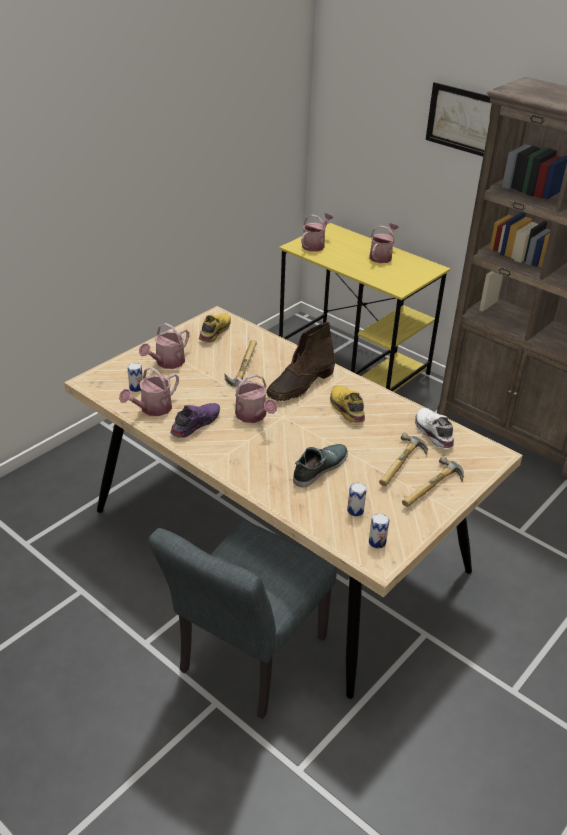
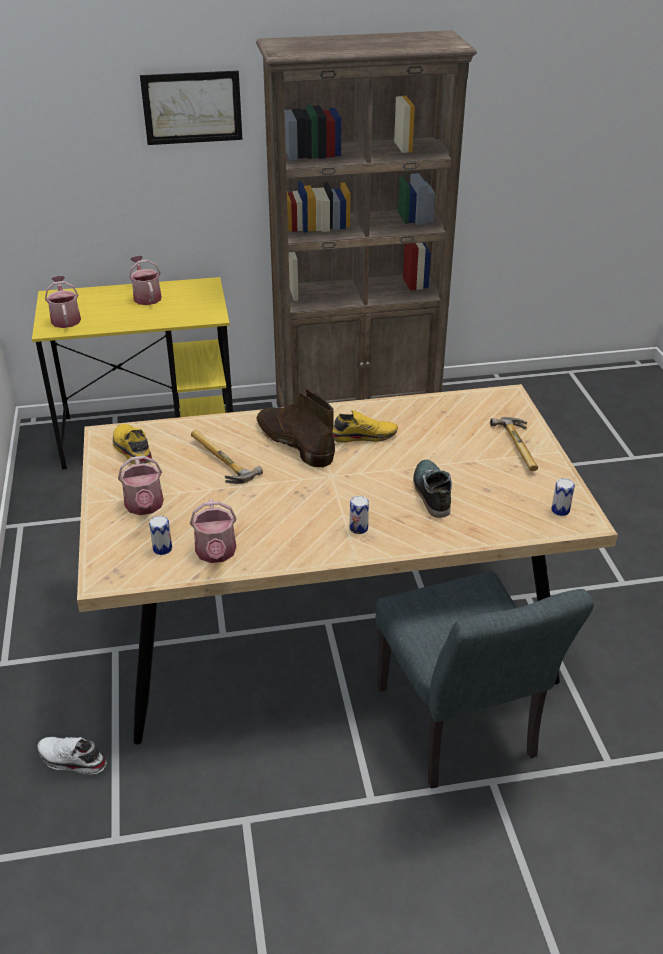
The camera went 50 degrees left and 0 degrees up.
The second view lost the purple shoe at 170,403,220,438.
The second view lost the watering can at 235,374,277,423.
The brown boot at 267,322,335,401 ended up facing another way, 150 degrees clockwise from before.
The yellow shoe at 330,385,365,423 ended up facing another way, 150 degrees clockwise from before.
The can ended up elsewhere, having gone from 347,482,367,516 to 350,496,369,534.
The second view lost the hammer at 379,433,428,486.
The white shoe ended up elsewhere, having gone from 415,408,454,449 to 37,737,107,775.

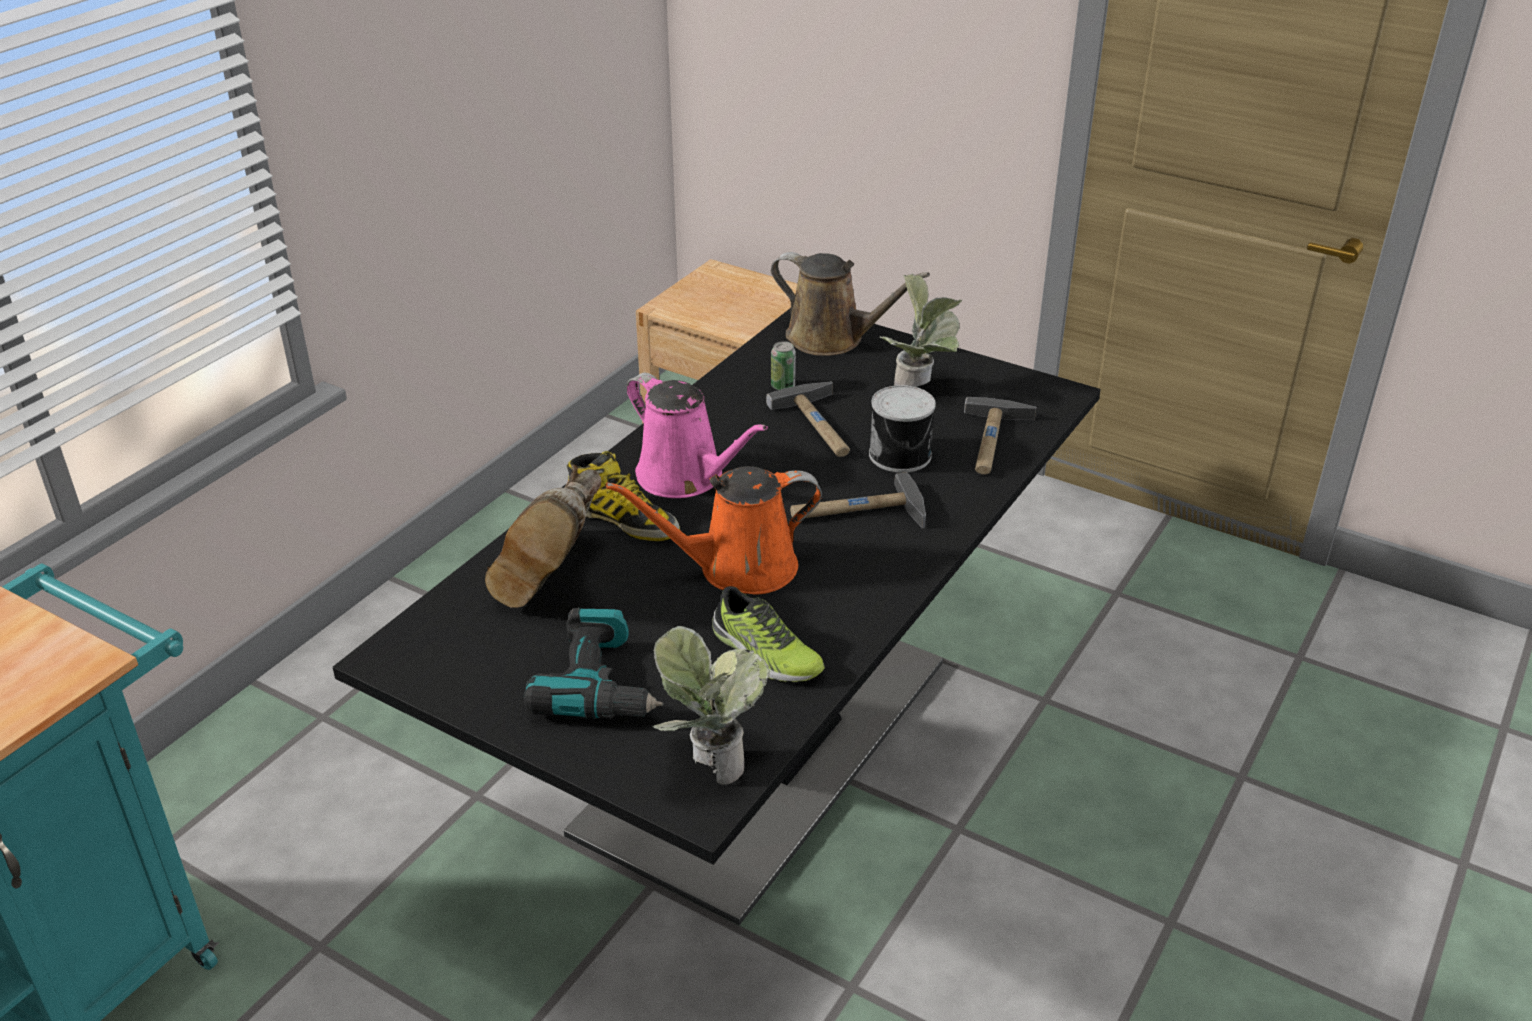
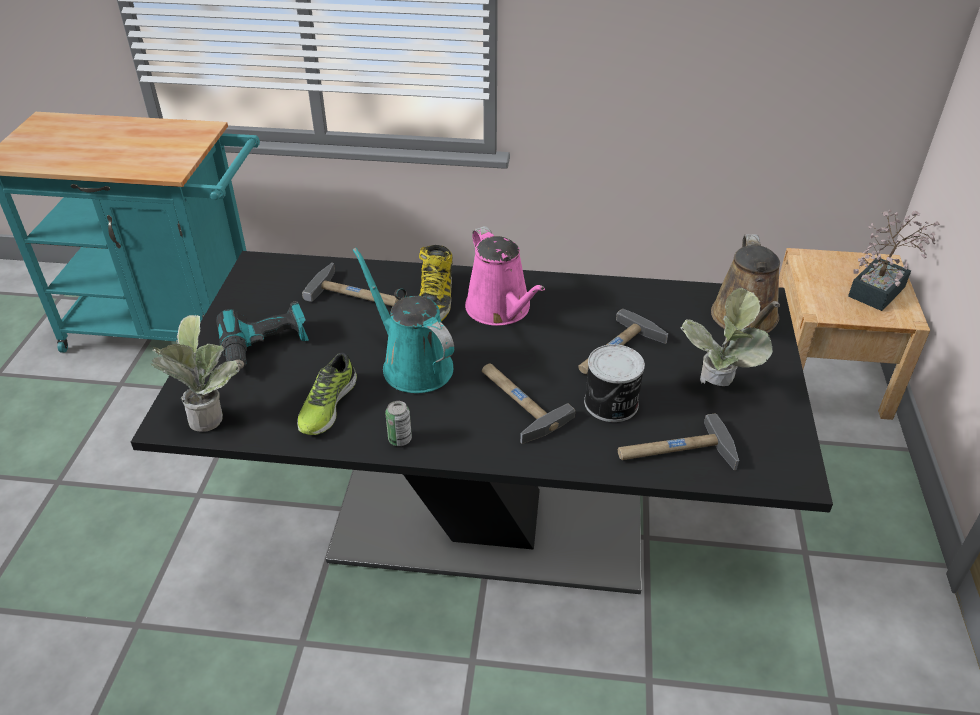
The camera went 65 degrees right and 5 degrees up.
Where the brown boot stood at 485,465,601,608, the hammer came to stand at 302,263,398,306.
What was the orange watering can at 606,466,822,595 turned into the turquoise watering can at 353,248,454,393.
The pink watering can at 627,373,768,498 ended up facing another way, 45 degrees counterclockwise from before.
The can ended up elsewhere, having gone from 771,341,796,390 to 385,401,412,446.
The second view gained the potted plant at 848,209,940,311.

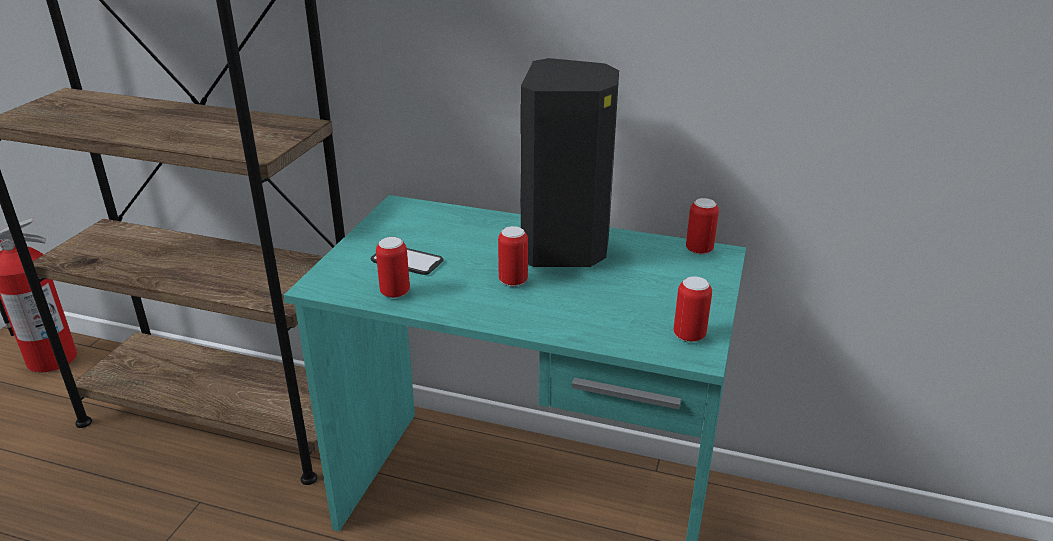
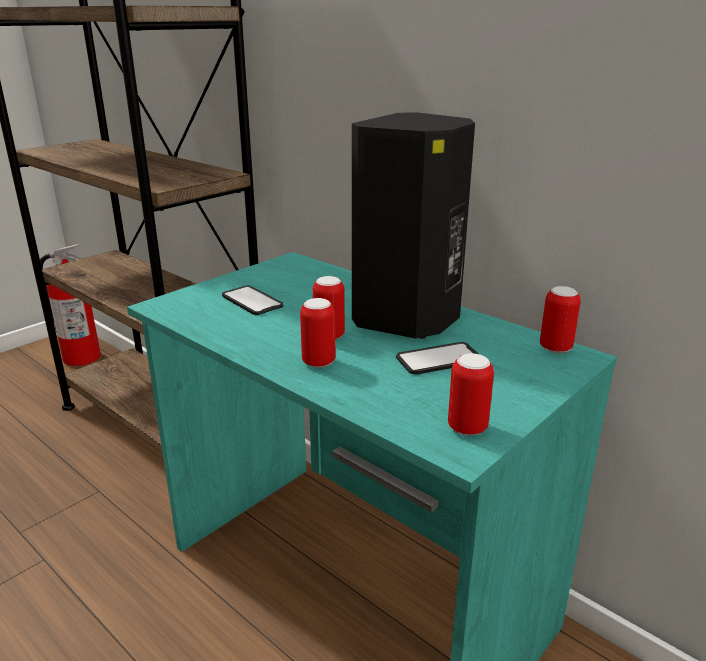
The camera went 25 degrees right and 5 degrees down.
The can ended up elsewhere, having gone from 376,237,410,298 to 300,298,336,368.
The second view gained the phone at 396,342,480,374.

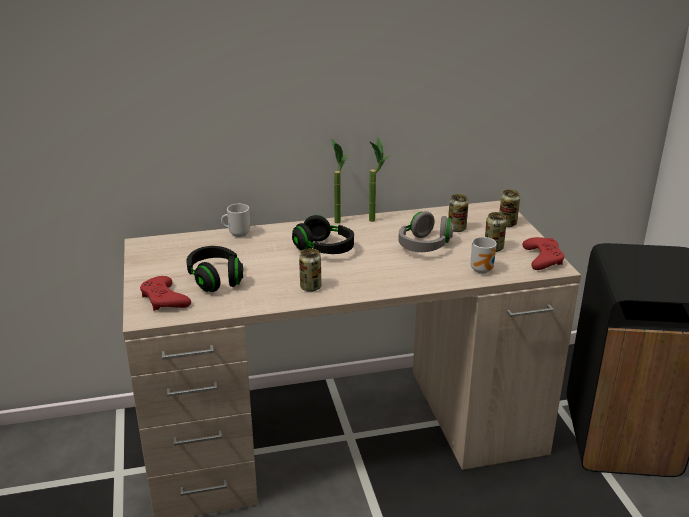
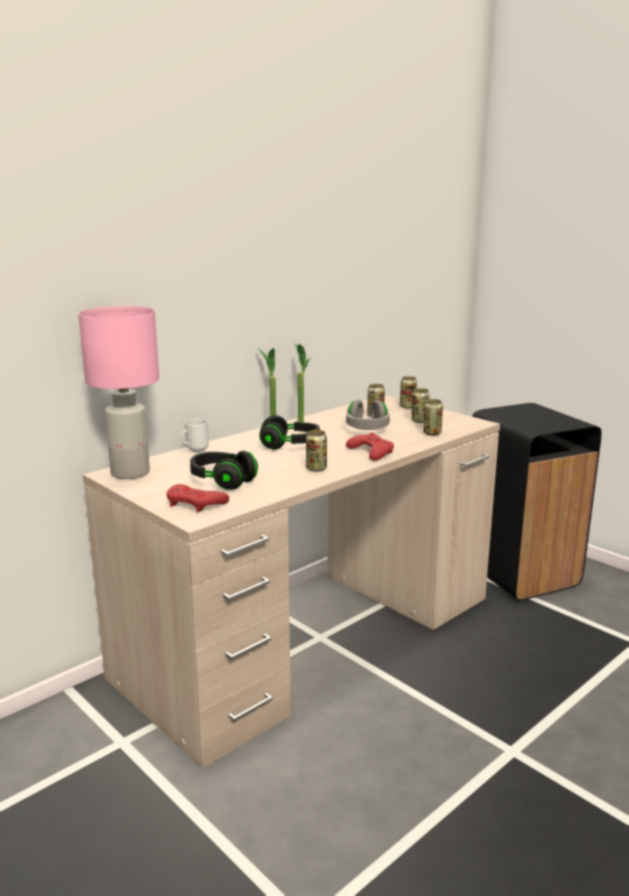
The camera went 30 degrees left and 10 degrees down.
Where the mug stood at 471,237,497,274, the can came to stand at 423,399,443,436.
The red game controller ended up elsewhere, having gone from 522,237,565,270 to 346,433,394,461.
The second view gained the pink table lamp at 78,306,159,479.

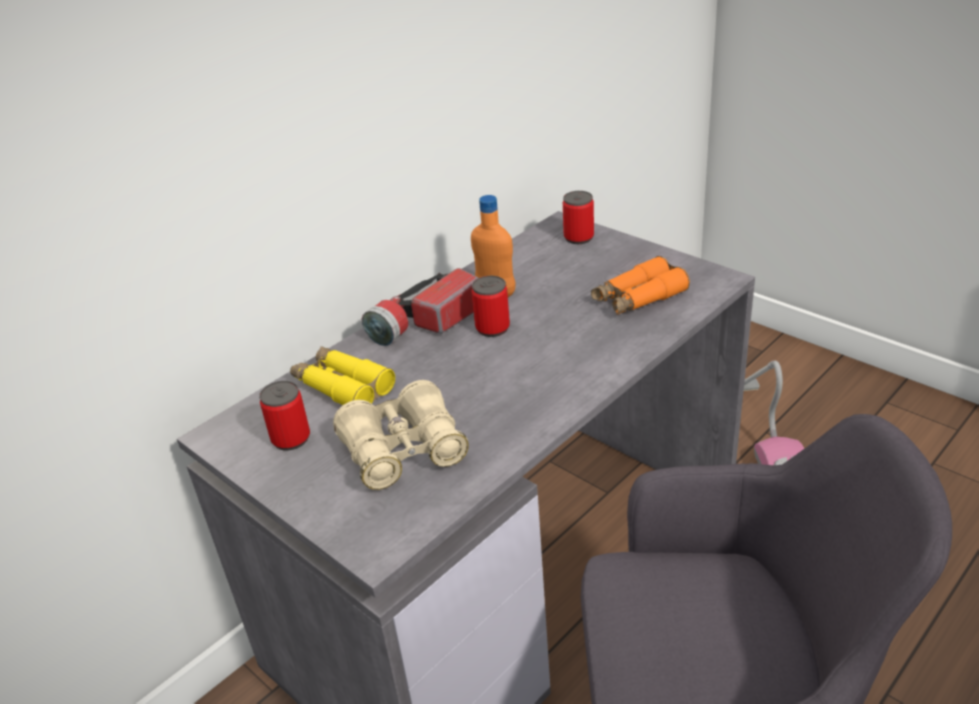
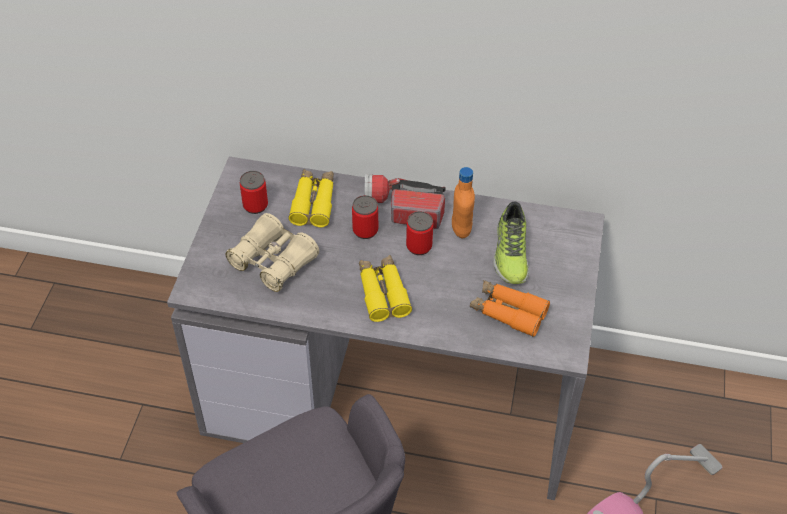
The camera went 55 degrees right and 15 degrees up.
The can ended up elsewhere, having gone from 563,191,594,244 to 352,195,378,239.
The second view gained the yellow binoculars at 359,255,412,322.
The second view gained the shoe at 493,202,529,284.

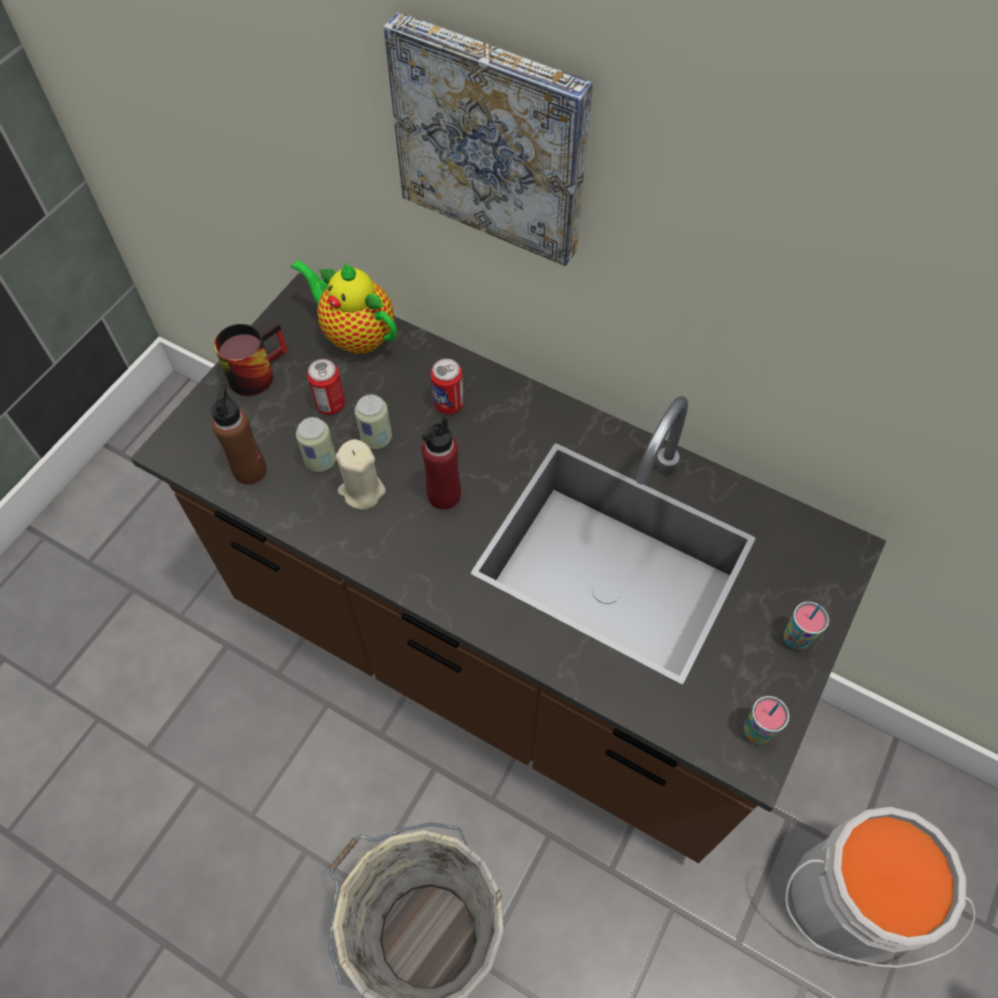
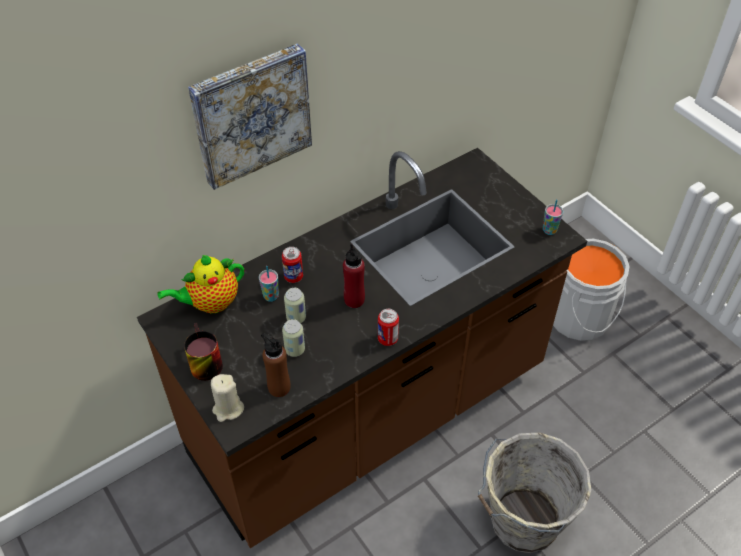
The camera went 65 degrees left and 10 degrees down.
The can ended up elsewhere, having gone from 307,359,345,415 to 378,309,399,346.
The beige candle ended up elsewhere, having gone from 336,439,386,510 to 211,374,244,422.
The cup ended up elsewhere, having gone from 784,602,829,650 to 259,266,279,302.

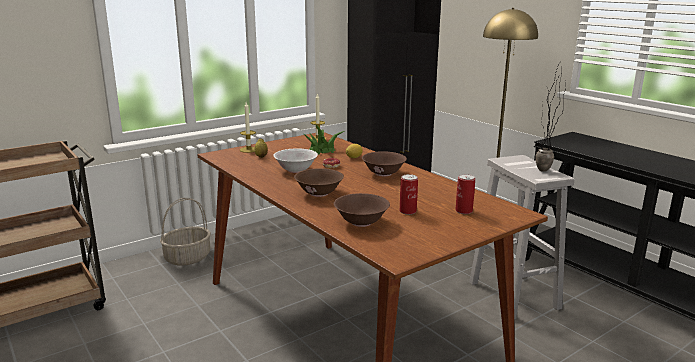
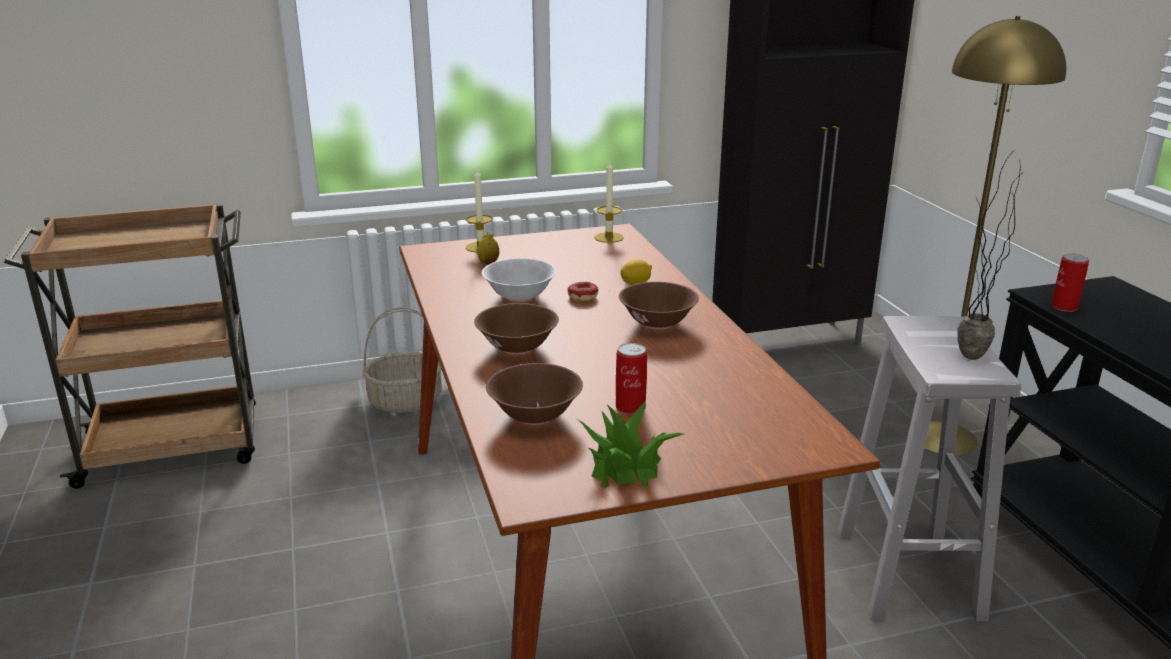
The camera went 20 degrees right and 5 degrees up.
The potted plant ended up elsewhere, having gone from 304,125,345,154 to 578,401,684,488.
The can ended up elsewhere, having gone from 455,174,475,214 to 1052,253,1089,312.

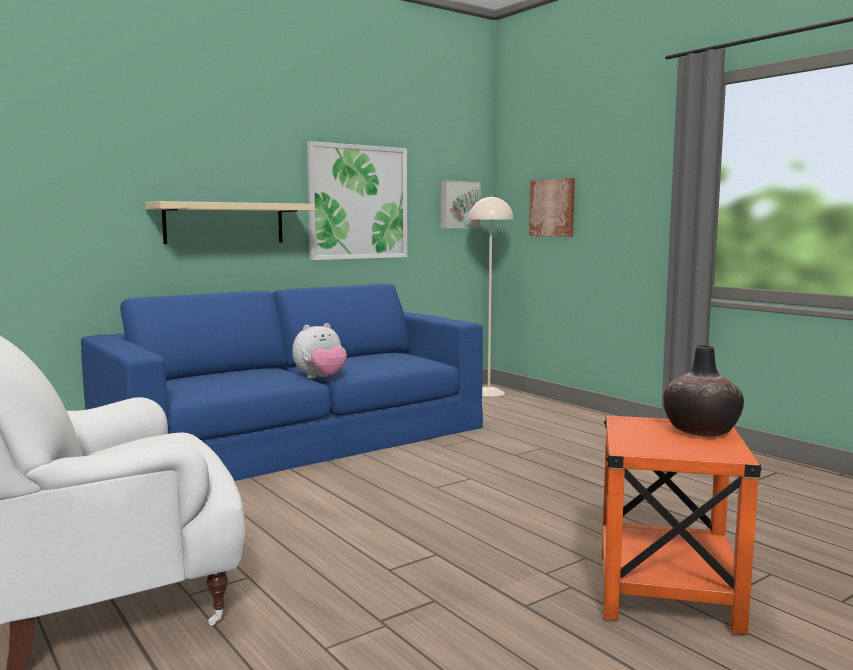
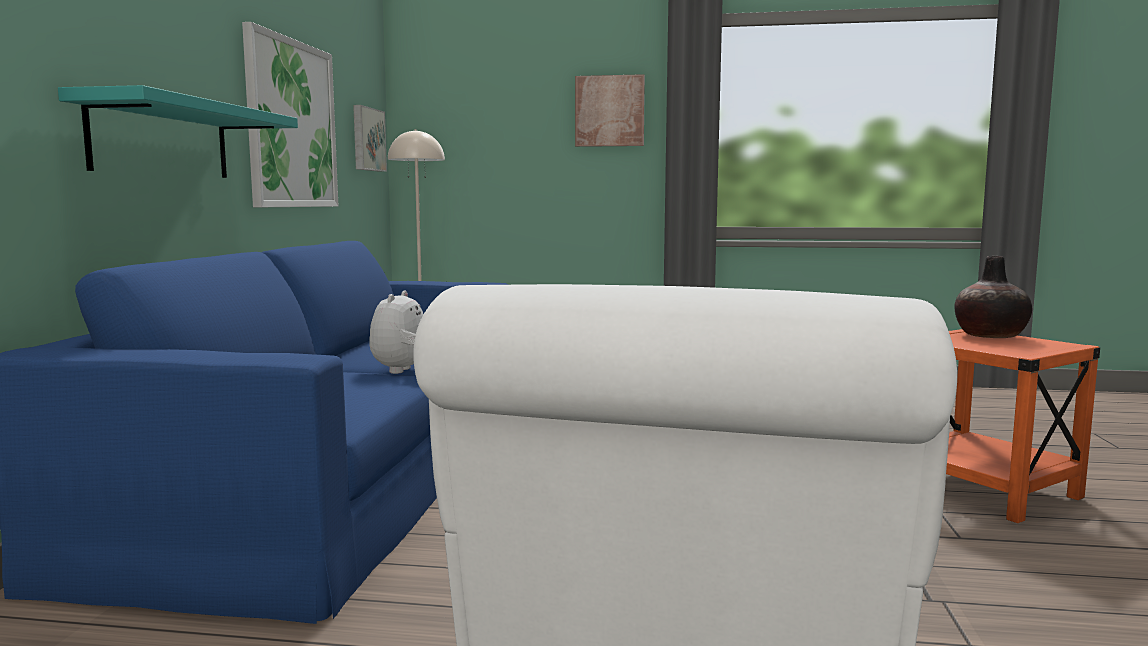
The camera went 45 degrees left and 0 degrees up.
What was the beige shelf at 145,201,314,244 turned into the turquoise shelf at 58,85,298,178.
The picture ended up elsewhere, having gone from 529,178,575,237 to 575,74,645,147.

